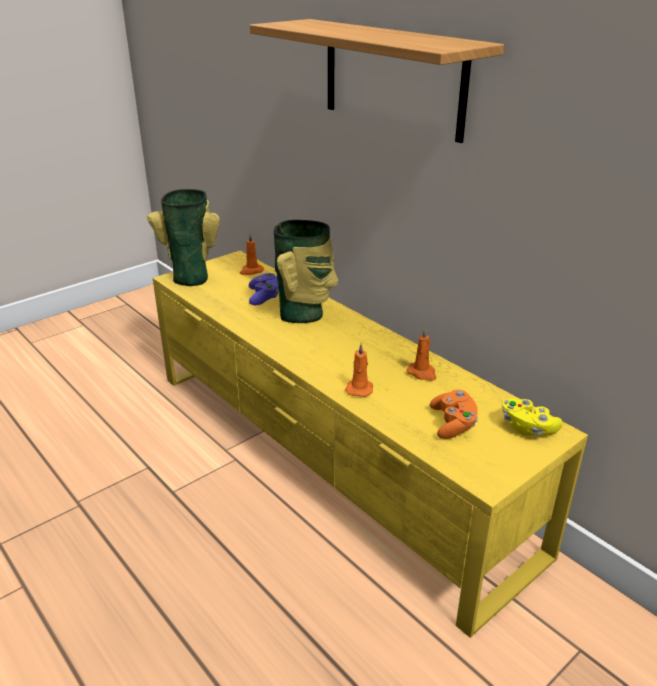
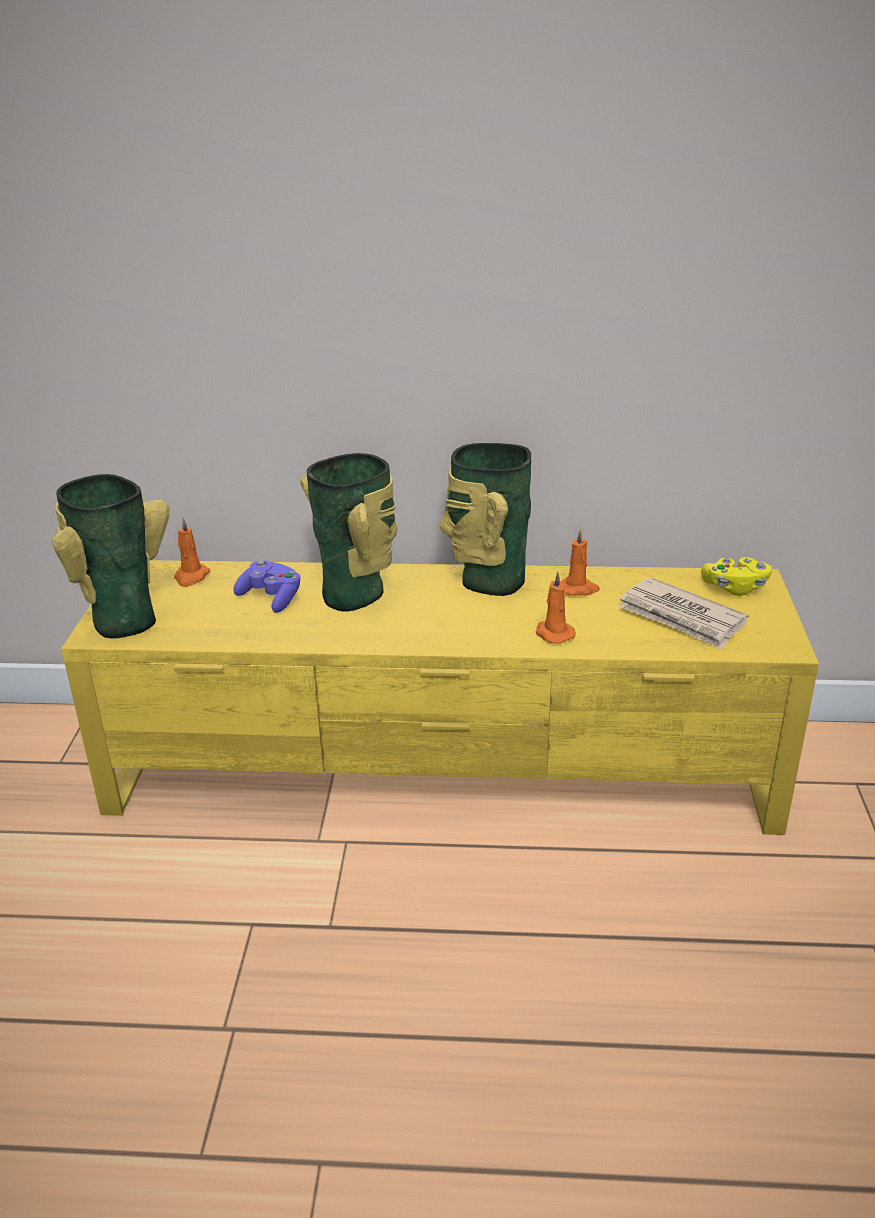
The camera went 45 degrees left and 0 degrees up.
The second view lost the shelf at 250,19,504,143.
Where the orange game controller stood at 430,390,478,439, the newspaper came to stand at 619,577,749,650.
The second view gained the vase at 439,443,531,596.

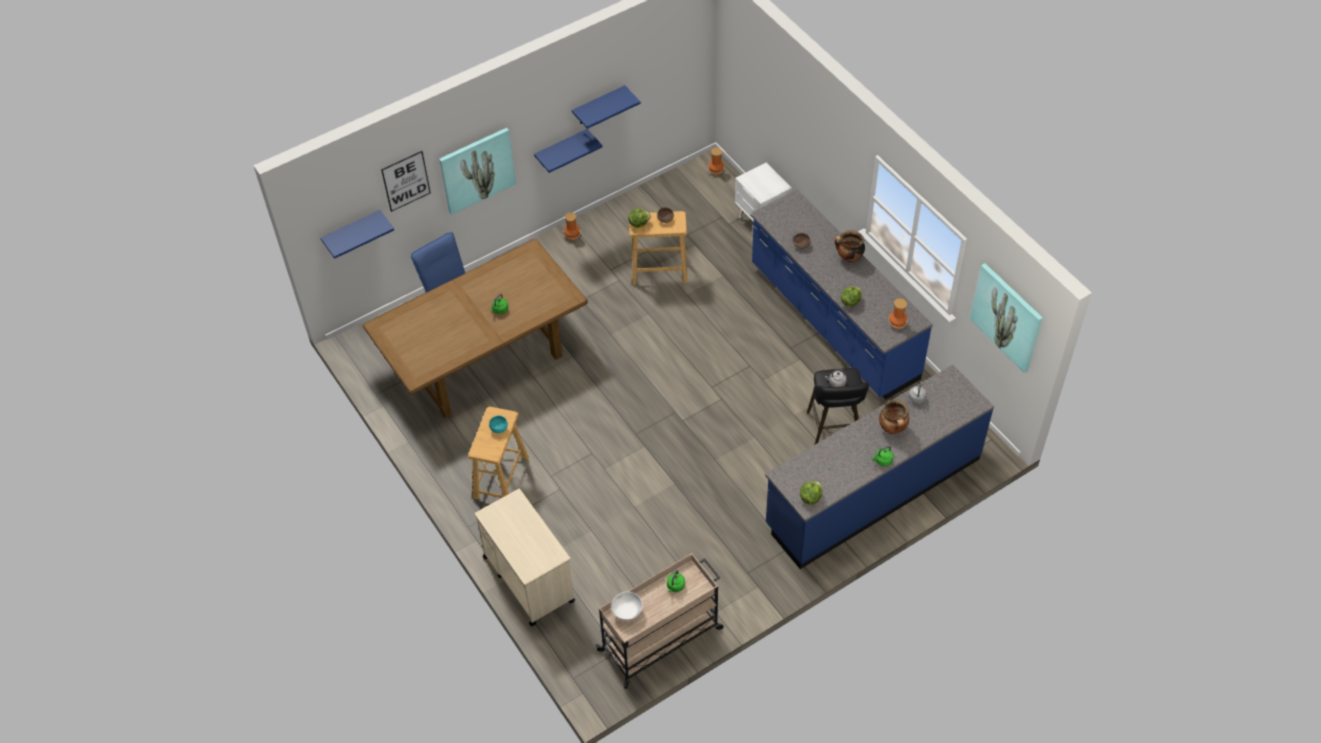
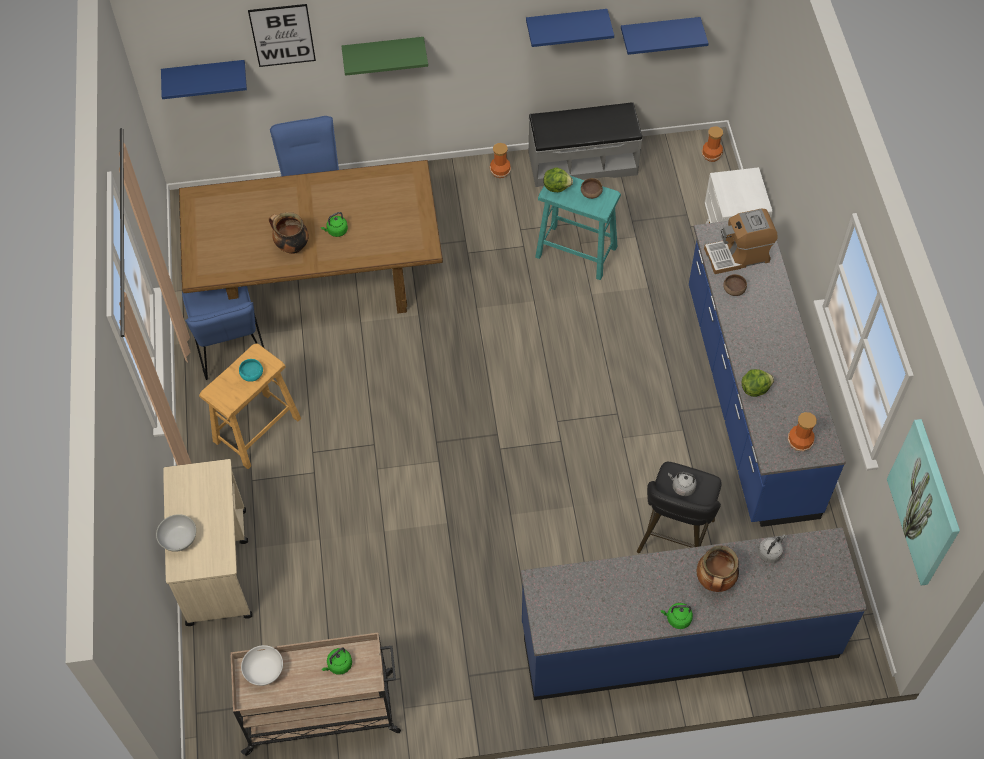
The camera went 25 degrees right and 5 degrees up.
Where the picture hung at 439,128,516,215, the green shelf came to hang at 342,37,428,76.
The blue shelf ended up elsewhere, having gone from 534,129,603,173 to 621,17,708,55.
What was the beige stool at 629,211,688,285 turned into the turquoise stool at 535,175,621,280.
The second view lost the lettuce at 800,482,822,505.
The cooking pot ended up elsewhere, having gone from 835,230,865,263 to 269,212,309,254.
The second view gained the white bowl at 156,514,196,552.
The second view gained the blue chair at 182,286,264,380.
The second view gained the grey bench at 529,102,642,187.
The second view gained the coffee machine at 704,209,777,274.

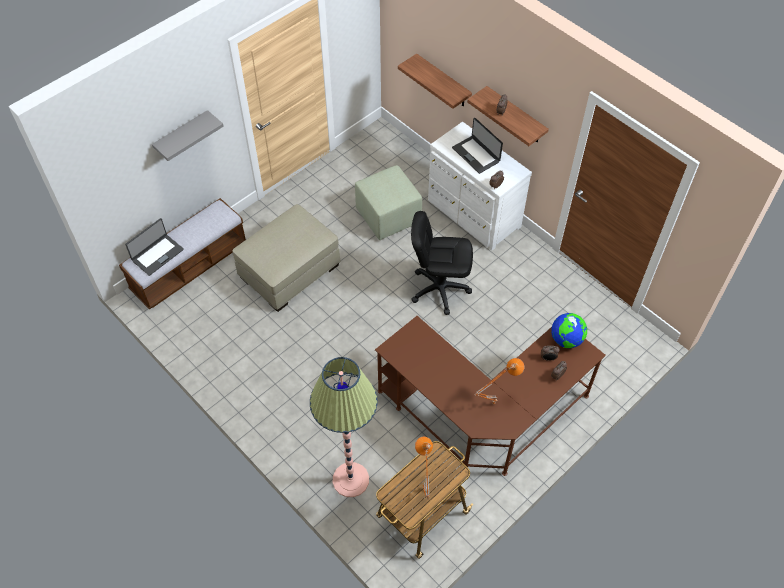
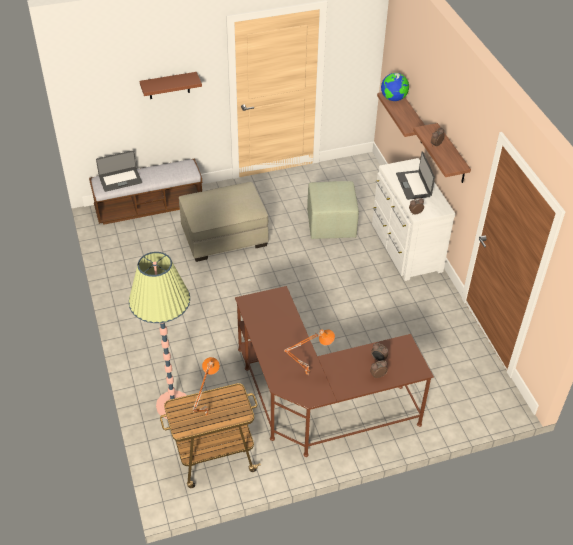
The camera went 25 degrees right and 10 degrees down.
What was the grey shelf at 152,110,224,161 turned into the brown shelf at 140,72,202,99.
The second view lost the black office chair at 411,211,473,315.
The globe ended up elsewhere, having gone from 551,313,587,348 to 381,73,409,101.

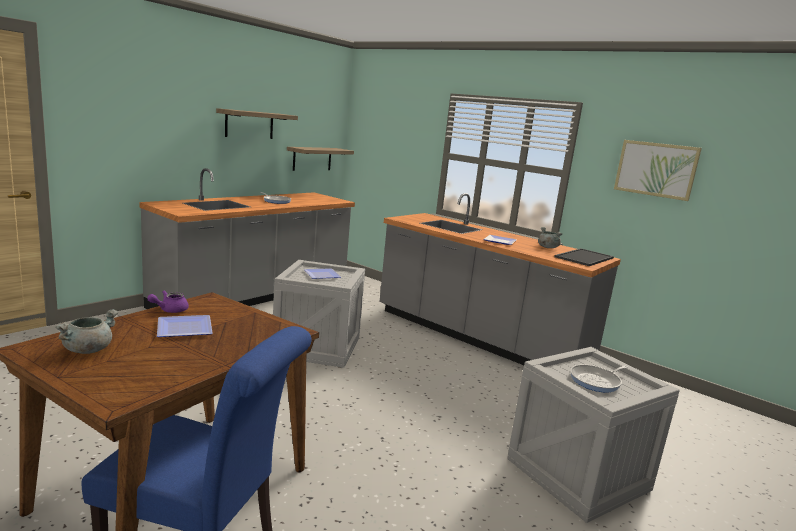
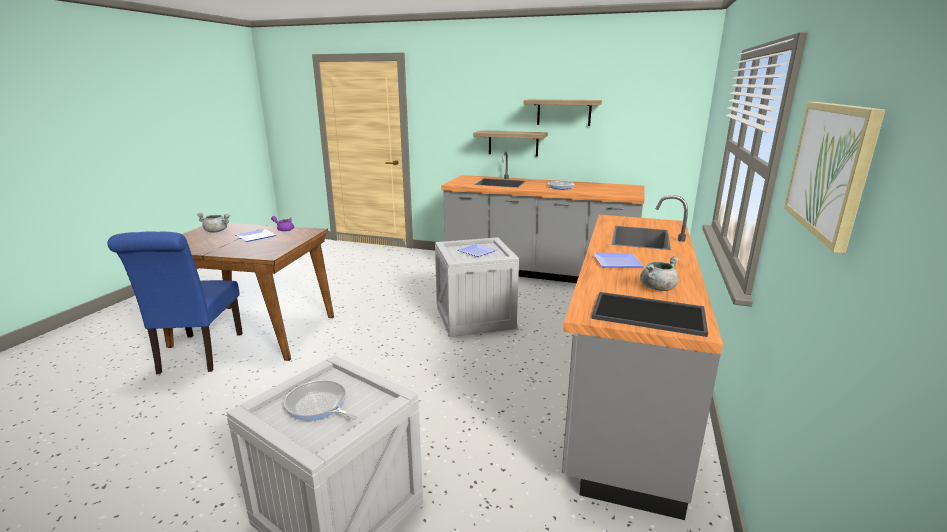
The camera went 70 degrees right and 5 degrees up.
The shelf ended up elsewhere, having gone from 287,147,354,171 to 473,130,548,156.

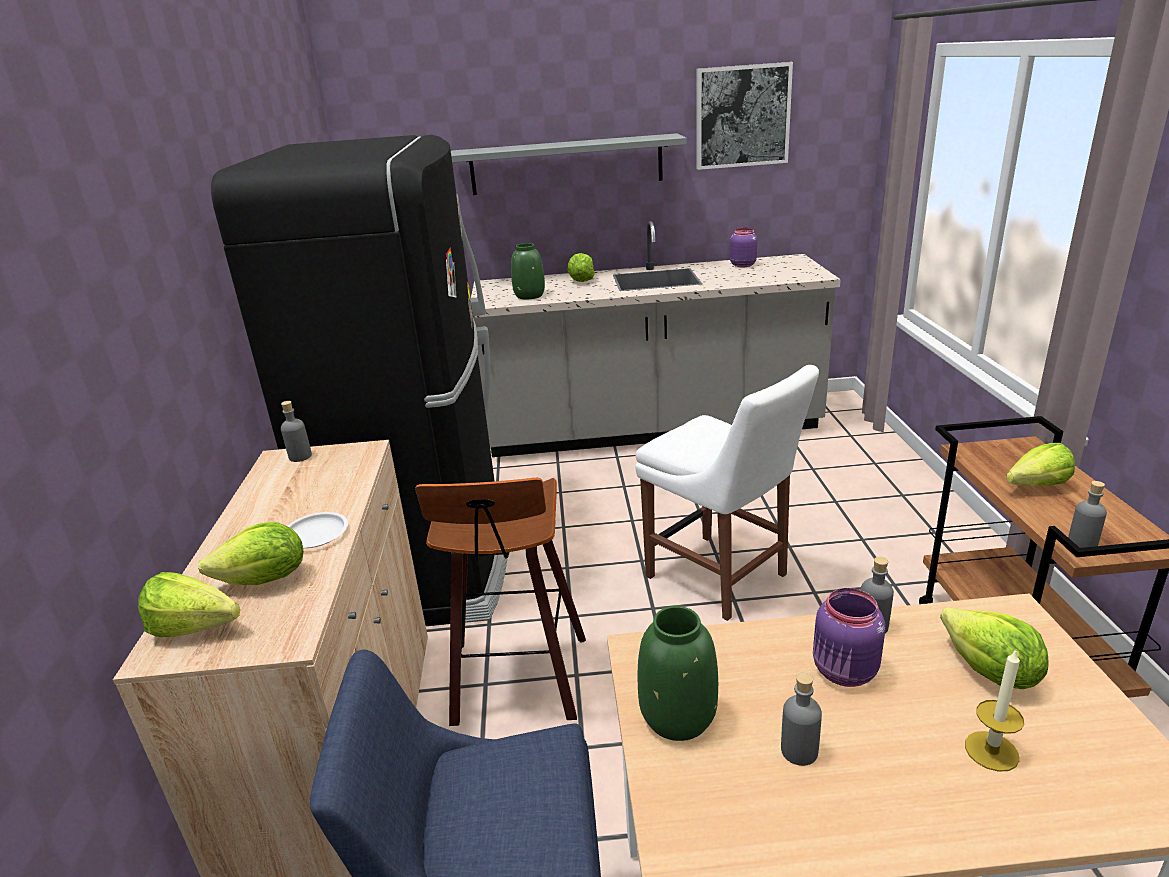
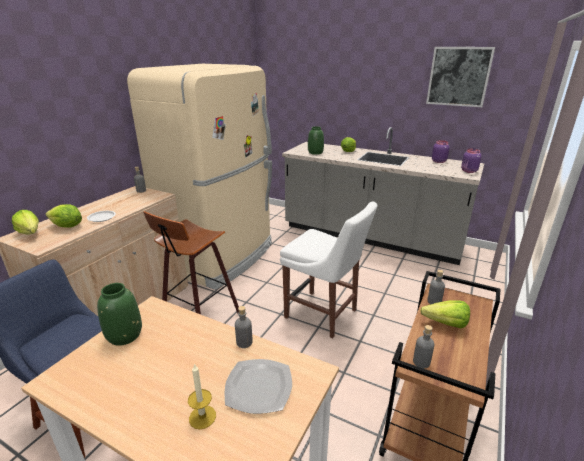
The camera went 30 degrees right and 0 degrees up.
What was the black fridge at 211,135,507,626 turned into the beige fridge at 127,64,272,290.
The second view lost the grey shelf at 451,133,687,195.
The white chair at 635,365,819,621 ended up facing another way, 45 degrees counterclockwise from before.
The grey bottle ended up elsewhere, having gone from 781,672,822,766 to 427,270,445,304.
The purple jar ended up elsewhere, having gone from 813,588,885,687 to 461,148,481,173.
Where the lettuce stood at 940,607,1049,689, the plate came to stand at 225,359,292,414.

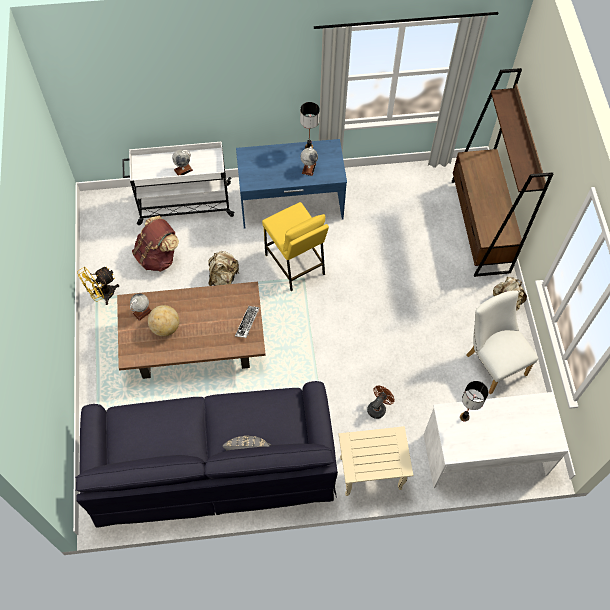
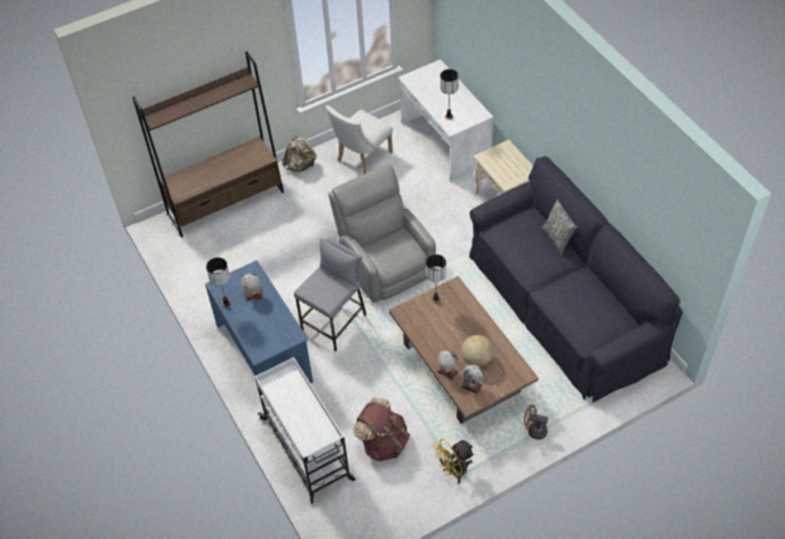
The camera went 110 degrees left and 10 degrees down.
The yellow fan at 77,267,119,305 ended up facing another way, 120 degrees clockwise from before.
The globe ended up elsewhere, having gone from 172,149,193,175 to 437,350,458,380.
The second view lost the beige backpack at 208,251,239,286.
Where the keyboard stood at 235,306,259,338, the table lamp came to stand at 426,254,446,304.
What was the yellow stool at 262,202,329,291 turned into the grey stool at 294,238,367,351.
The brown fan ended up elsewhere, having gone from 367,385,395,419 to 524,404,548,440.
The second view gained the grey armchair at 328,165,436,303.

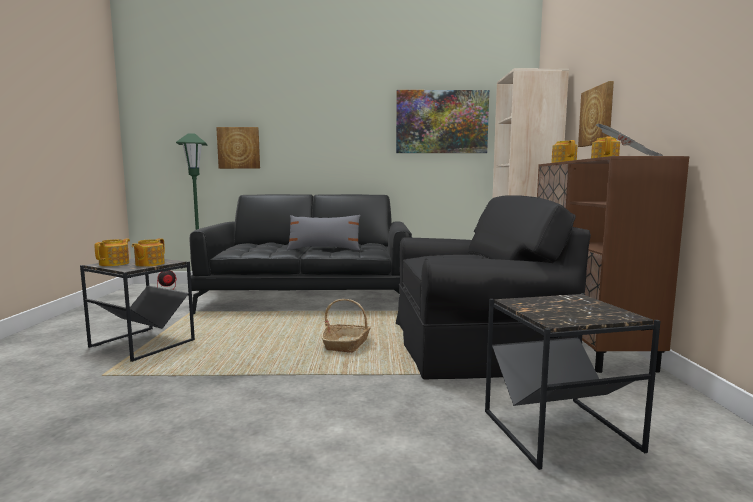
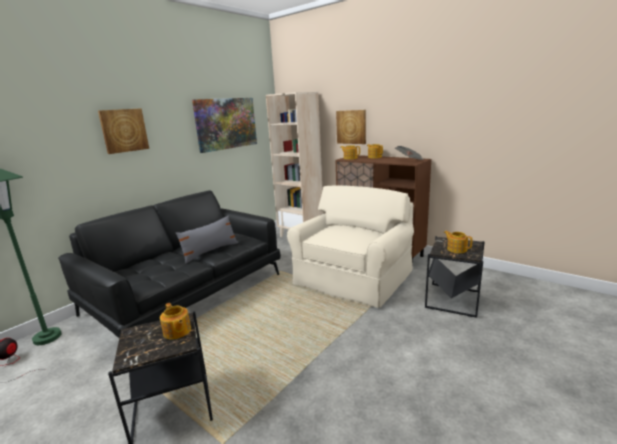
The camera went 50 degrees left and 10 degrees up.
The teapot ended up elsewhere, having gone from 95,239,130,266 to 444,231,473,253.
The picture ended up elsewhere, having gone from 216,127,260,169 to 98,108,149,154.
The second view lost the basket at 321,299,370,353.
What was the black armchair at 396,195,591,379 turned into the beige armchair at 287,185,414,308.

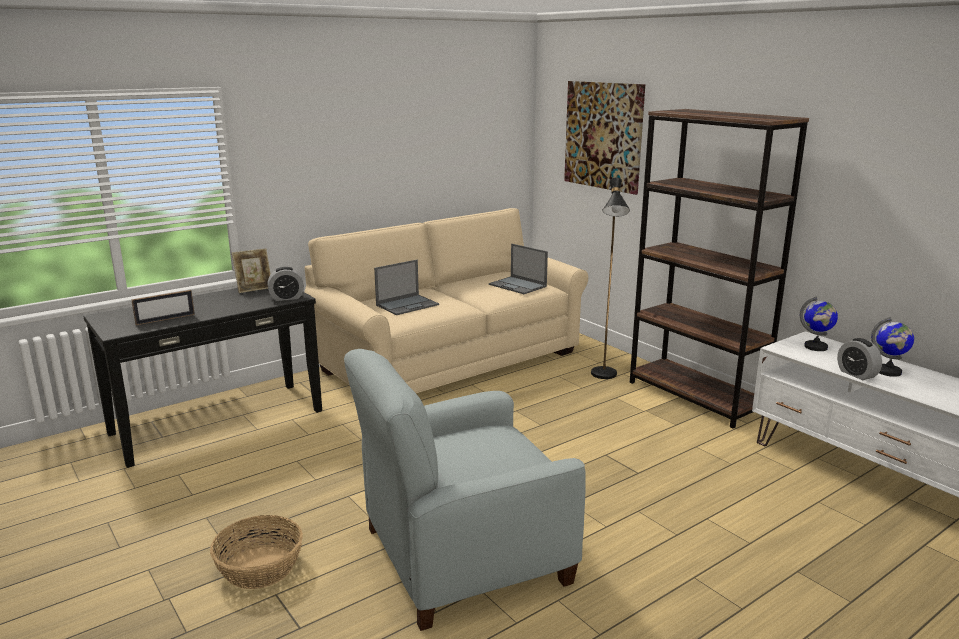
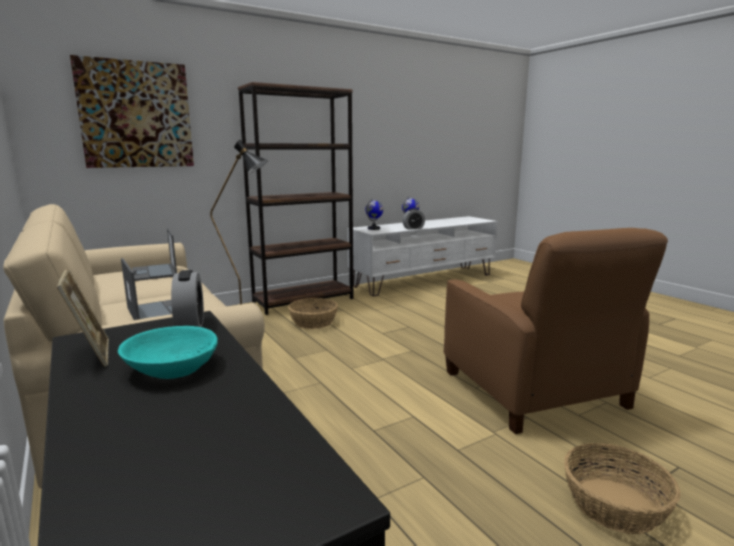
The camera went 85 degrees left and 5 degrees down.
The second view lost the picture frame at 131,290,195,325.
What was the grey armchair at 344,349,586,631 turned into the brown armchair at 444,228,668,434.
The laptop at 489,244,548,294 ended up facing another way, 105 degrees clockwise from before.
The second view gained the turquoise bowl at 118,326,218,379.
The second view gained the basket at 288,298,338,329.

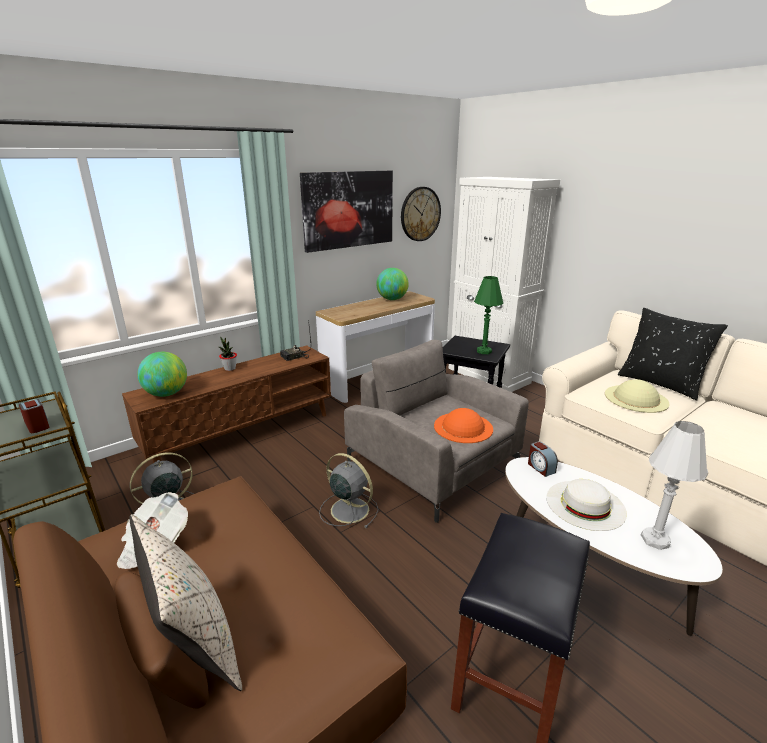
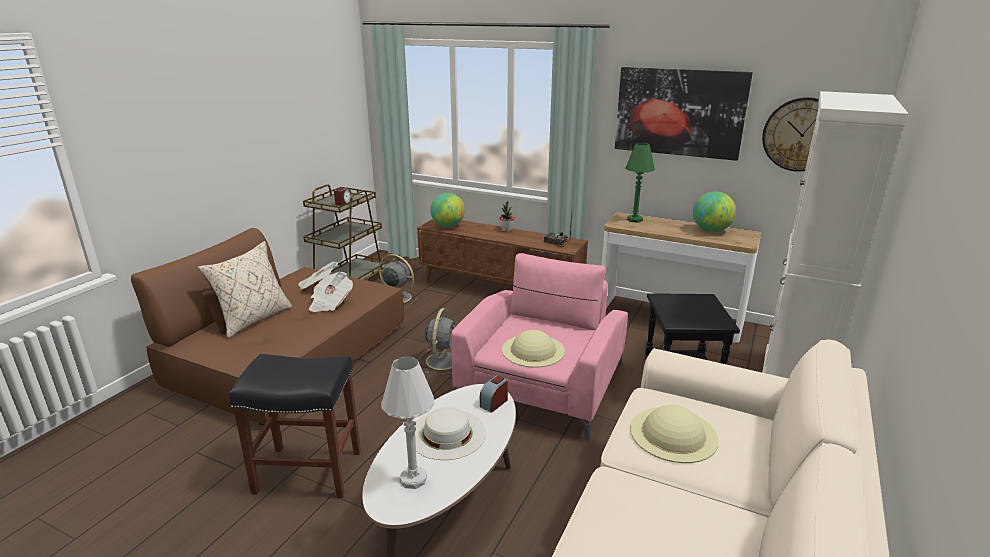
The camera went 65 degrees right and 0 degrees up.
What was the grey armchair at 344,340,529,523 turned into the pink armchair at 451,253,628,440.
What was the orange hat at 434,408,493,443 turned into the beige hat at 502,330,565,368.
The green table lamp ended up elsewhere, having gone from 474,276,503,354 to 625,142,655,223.
The second view lost the black pillow at 618,308,728,400.
The second view gained the newspaper at 309,272,353,312.

